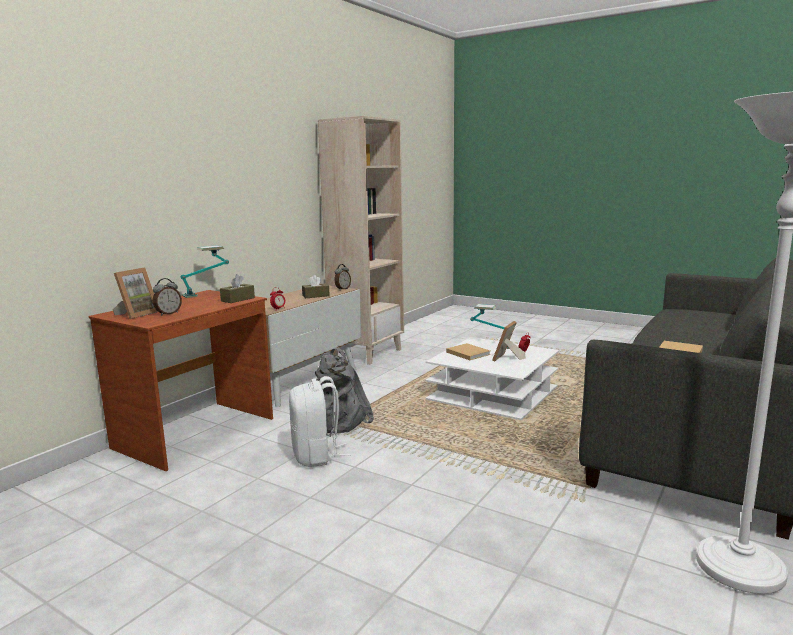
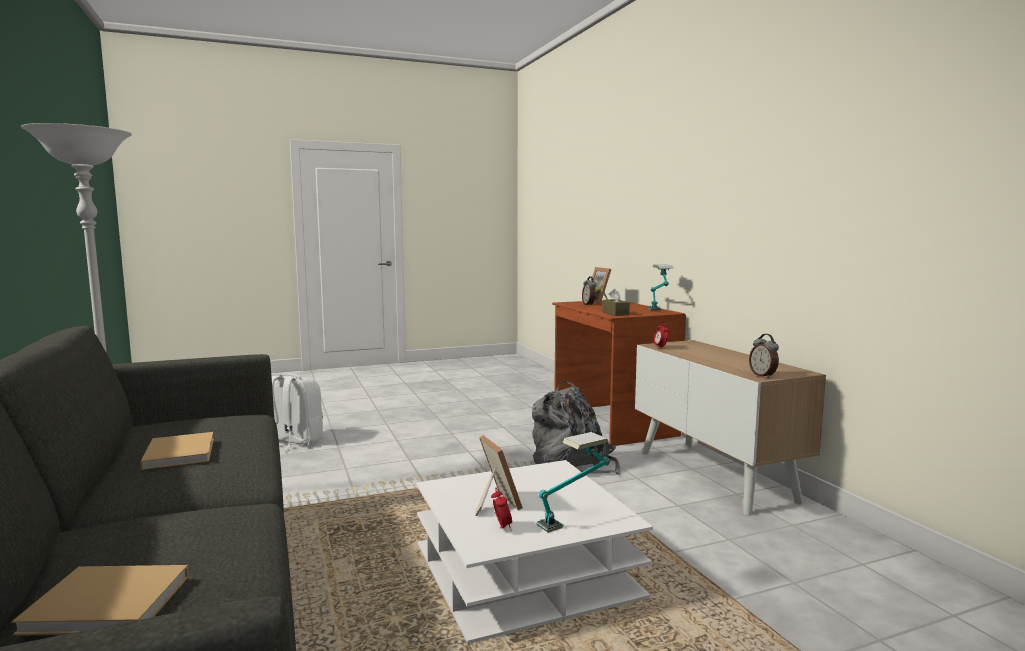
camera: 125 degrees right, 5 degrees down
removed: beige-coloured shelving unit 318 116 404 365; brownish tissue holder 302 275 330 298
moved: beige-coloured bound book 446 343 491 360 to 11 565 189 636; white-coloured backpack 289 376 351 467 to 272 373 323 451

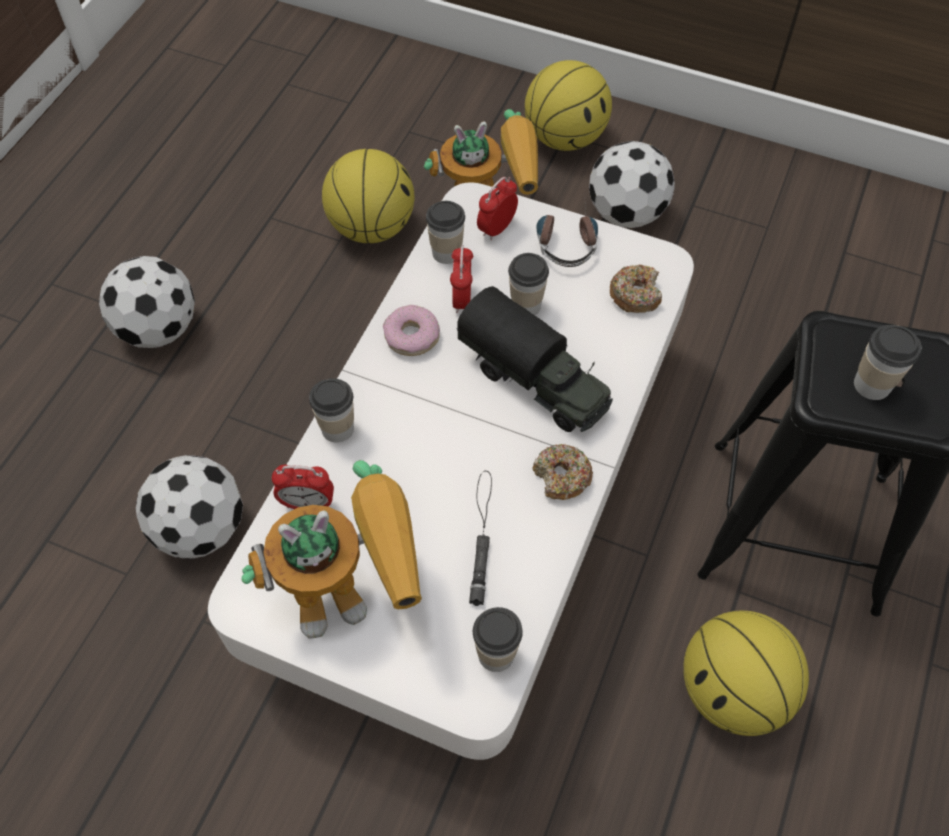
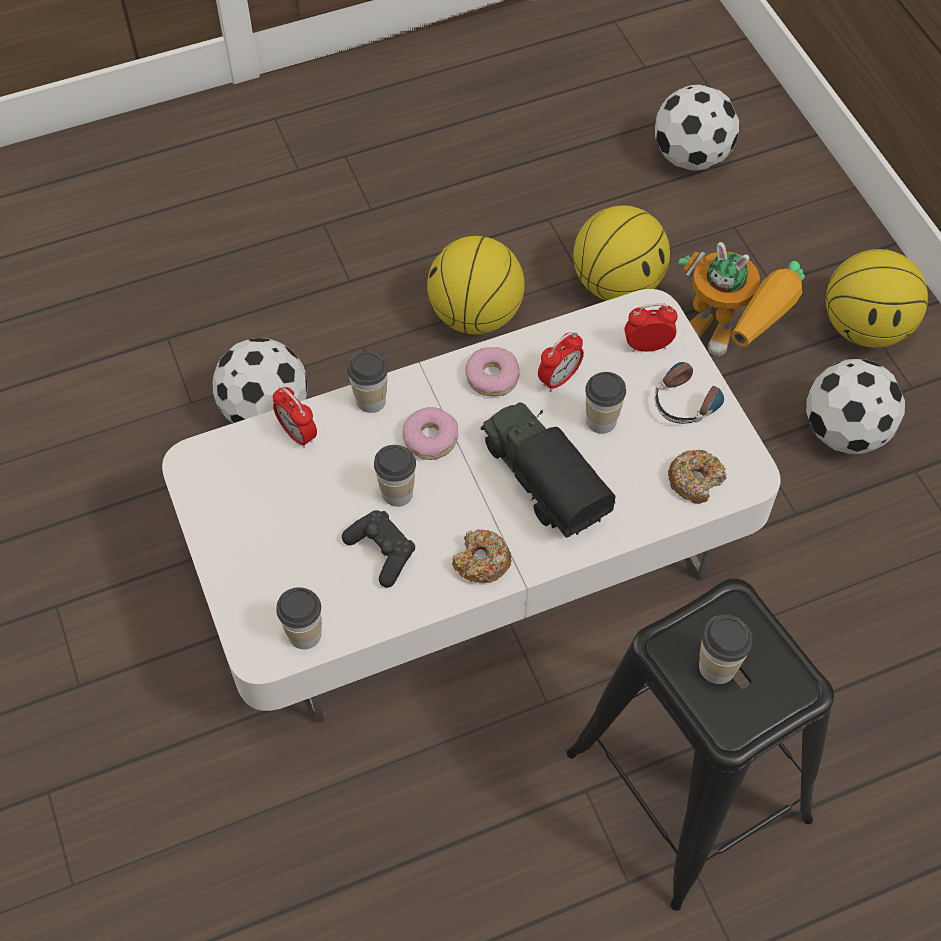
camera: 45 degrees right, 0 degrees up
removed: robot figure 241 460 422 639
added: doughnut 402 407 458 460
moved: small cup 426 201 465 264 to 374 445 416 507; football 99 256 195 348 to 655 85 739 171; ball for basketball 683 611 809 736 to 427 236 525 334
replaced: blackish hand torch 469 471 492 606 to blackish gamepad 342 510 415 588
turned: toy truck 456 286 613 432 = 481 402 616 538 150 degrees clockwise

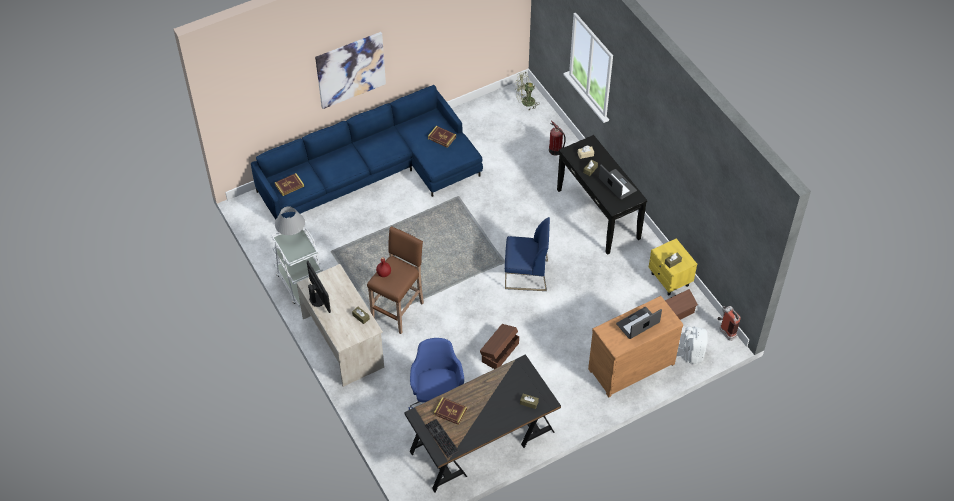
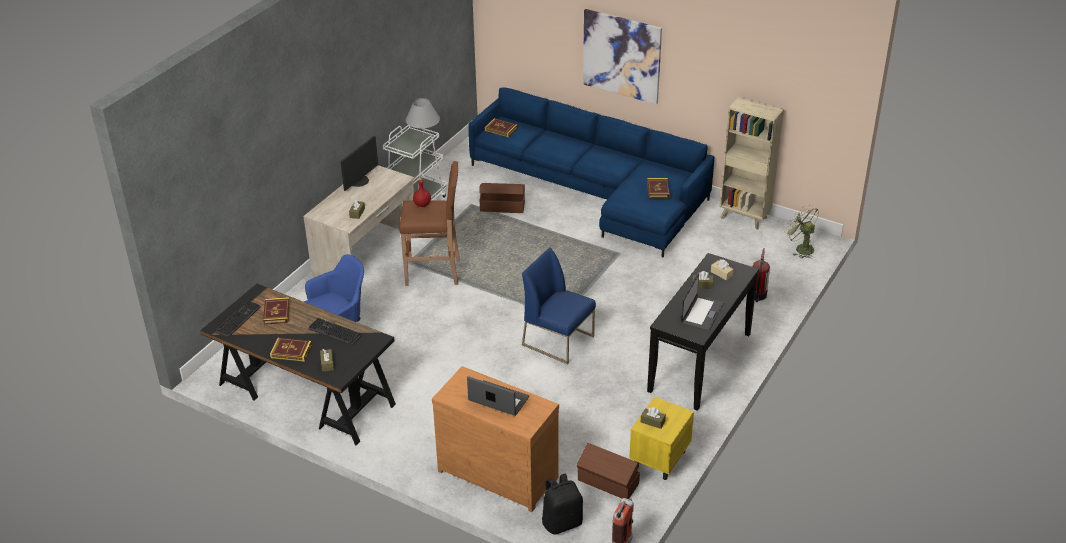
camera: 60 degrees right, 15 degrees down
added: beige-coloured shelving unit 720 97 784 230; PC keyboard 308 318 362 345; bound book 270 338 312 362
moved: brownish storage box 480 324 519 369 to 479 183 525 213
recoloured: white-coloured backpack 677 327 708 364 to blackish backpack 542 474 583 535
turned: bluish plain chair 505 217 550 291 = 522 247 596 364 150 degrees clockwise

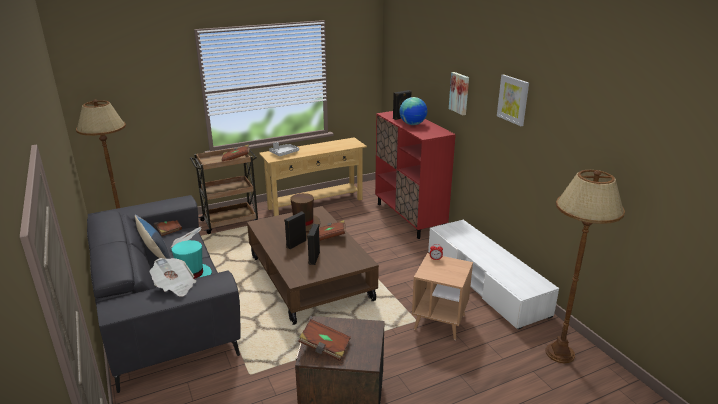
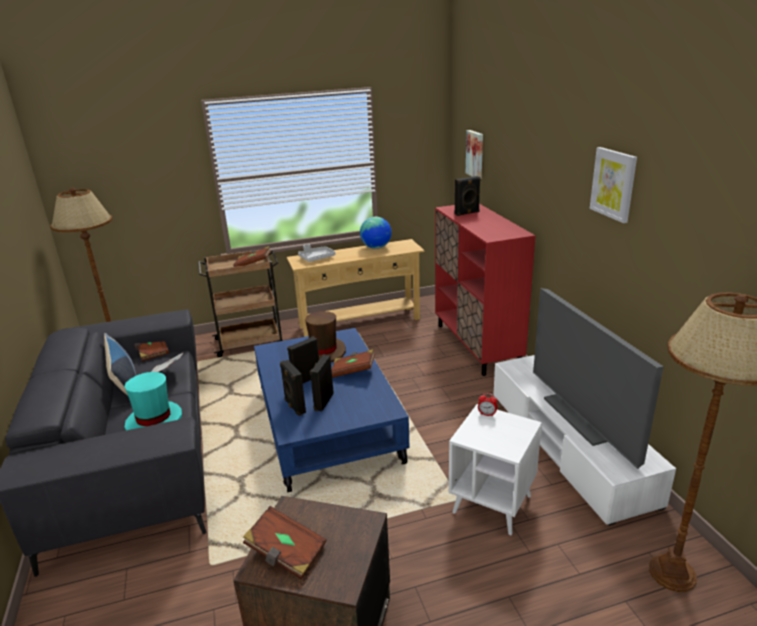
camera: 10 degrees right, 0 degrees up
removed: printed paper 150 258 196 297
added: television 533 288 664 469; blackish loudspeaker 280 360 306 416
moved: wall picture 449 72 469 115 to 466 130 483 179; globe 399 97 427 125 to 360 217 392 249
recoloured: brownish low table 247 206 379 325 to bluish low table 254 328 410 493; brownish accent table 412 253 473 340 to white-coloured accent table 449 404 542 535

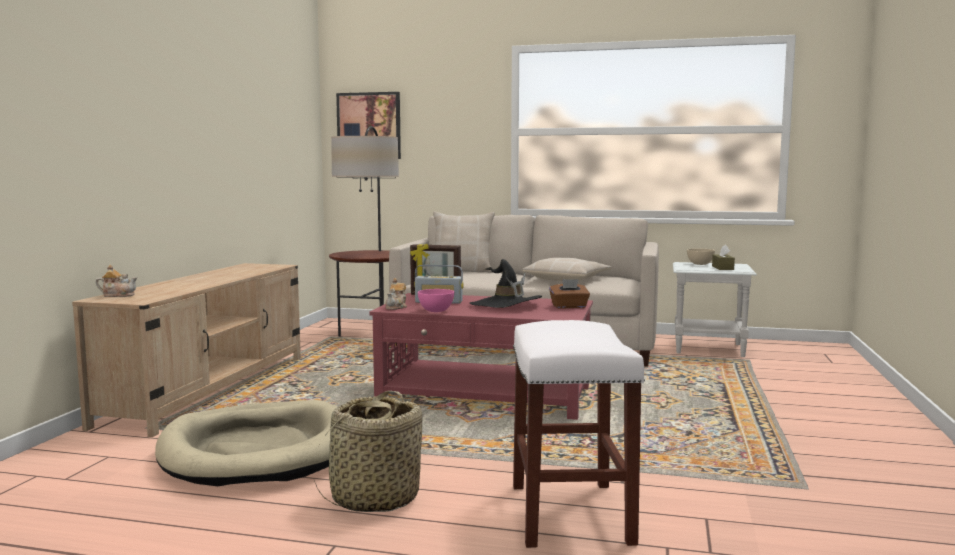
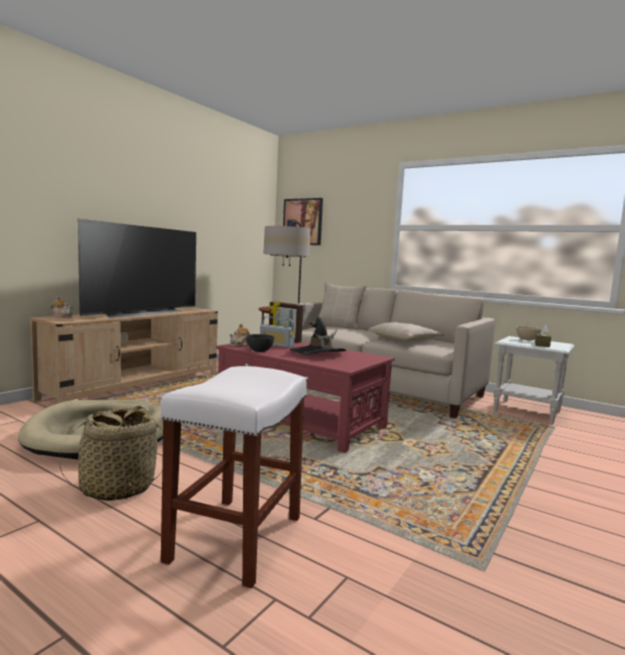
camera: 20 degrees right, 0 degrees up
removed: brownish tissue holder 549 279 590 309
added: television 78 219 196 318
recoloured: pinkish deep dish 418 289 454 312 to greyish deep dish 246 334 274 352

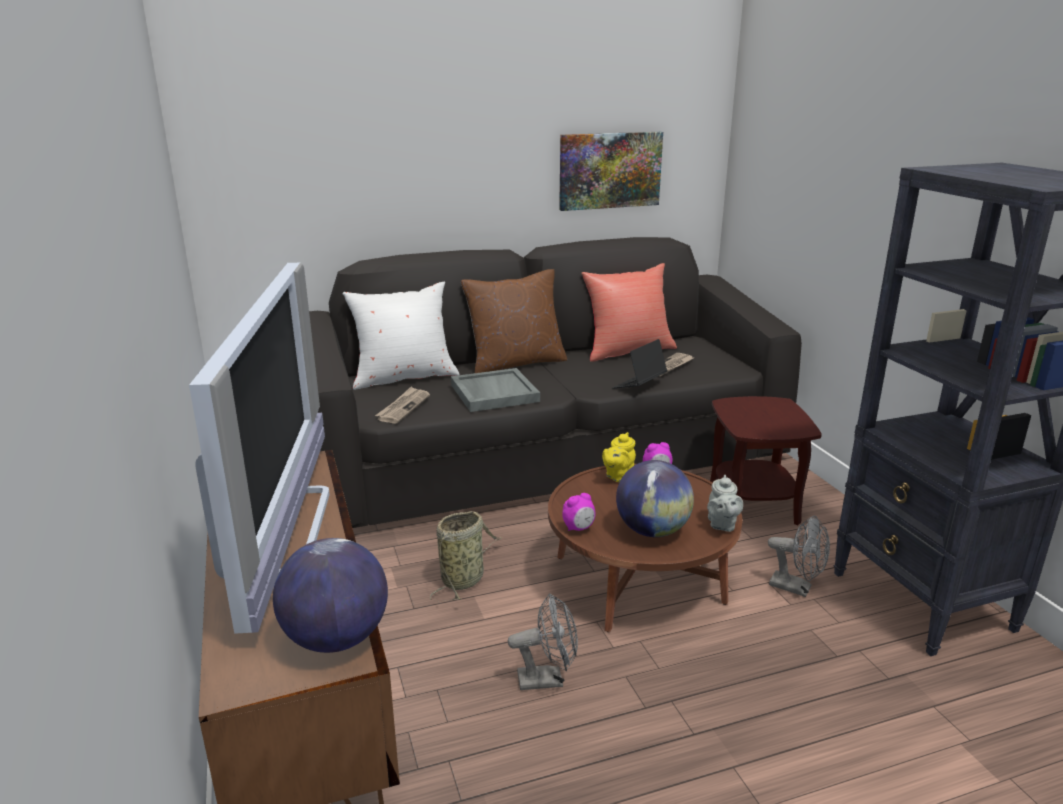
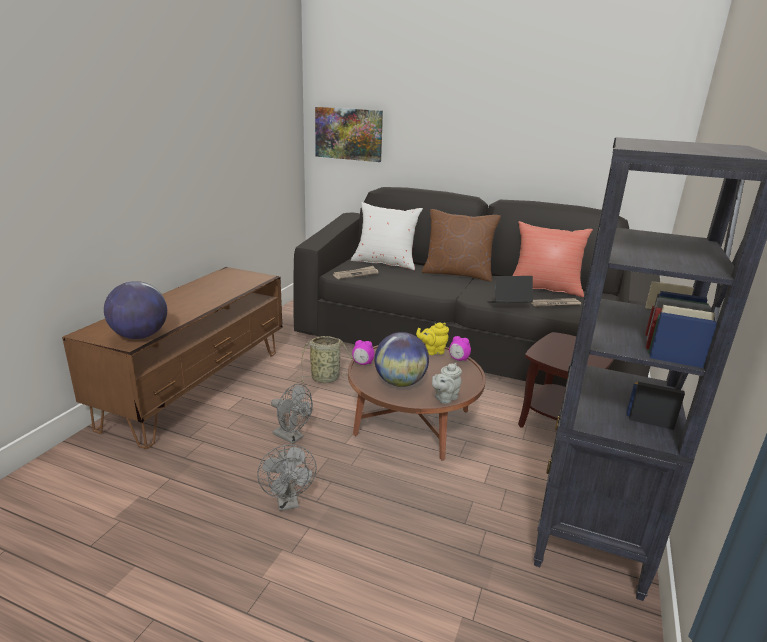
camera: 40 degrees right, 0 degrees up
removed: television 189 263 330 634; greyish serving tray 451 368 540 412
moved: wall picture 559 132 663 211 to 315 107 383 162; greyish cooling fan 768 516 830 597 to 257 445 317 511

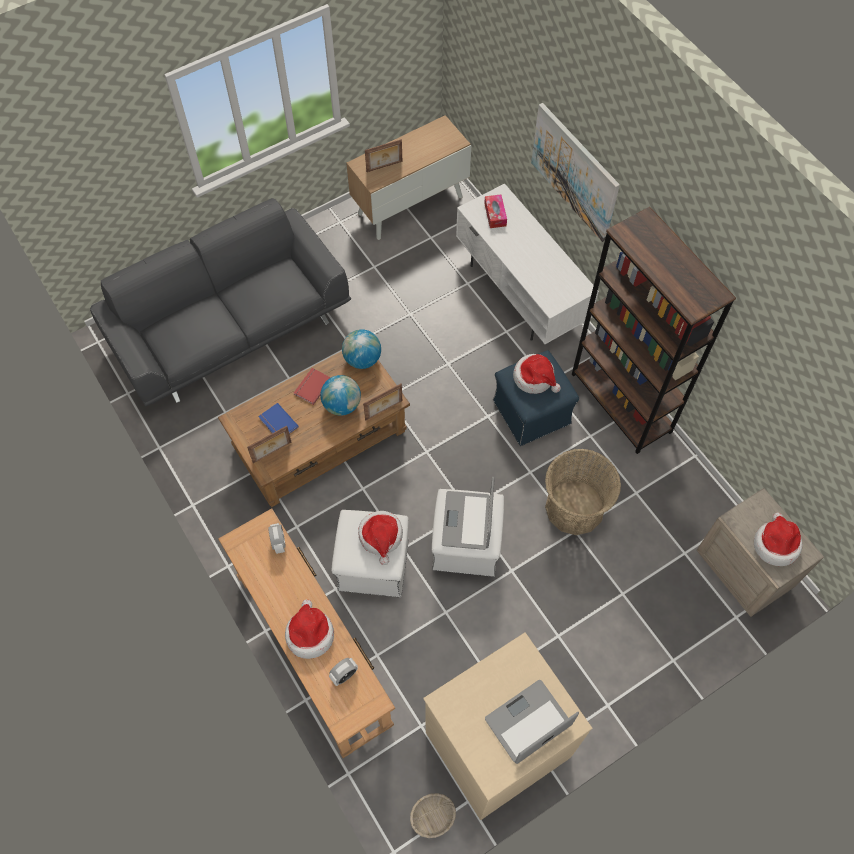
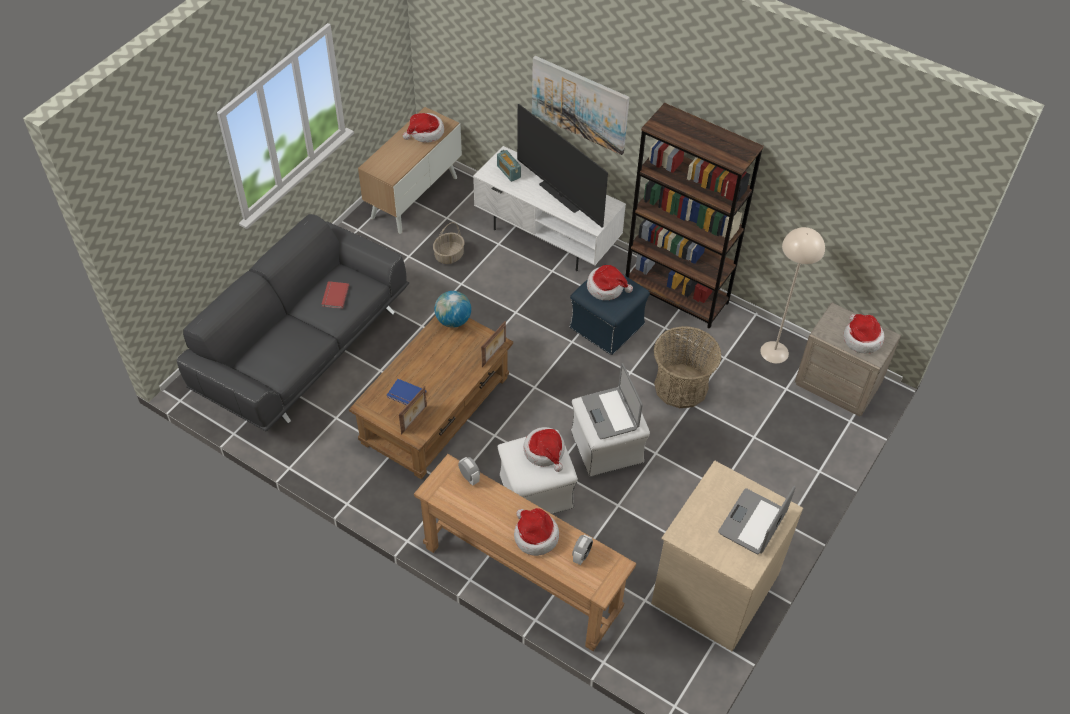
camera: 25 degrees left, 10 degrees down
removed: picture frame 365 139 402 172; globe 320 375 361 416
added: television 517 104 608 228; hat 403 113 444 143; beige-coloured standard lamp 760 227 825 363
moved: red bound book 294 368 331 405 to 321 281 349 309; storage basket 410 793 456 838 to 433 222 464 264
replaced: tissue holder 484 194 507 228 to radio 497 150 521 182

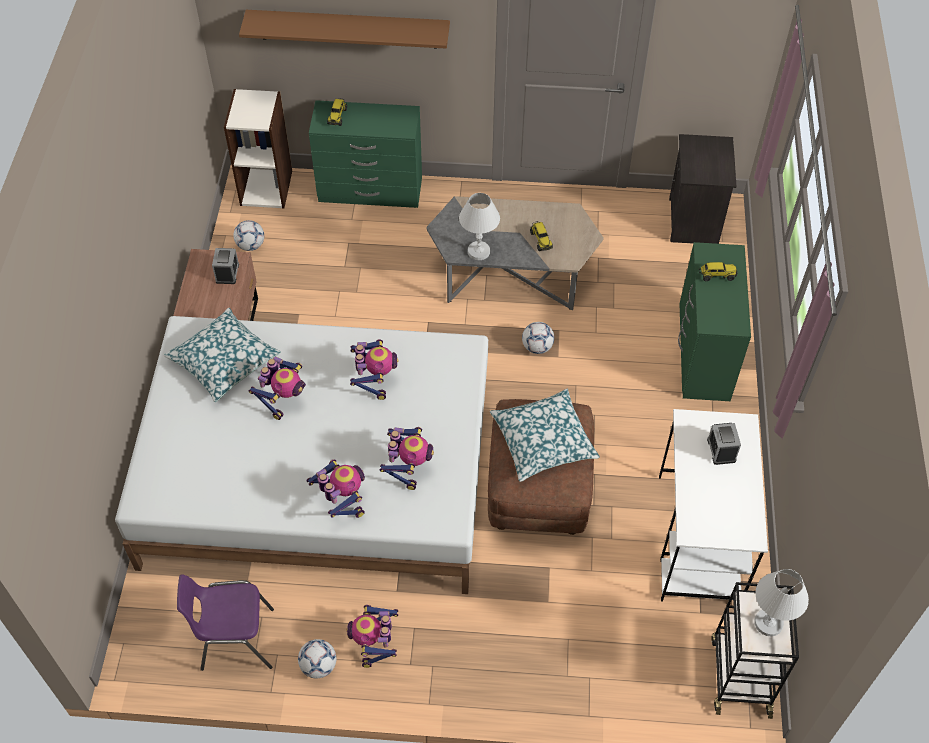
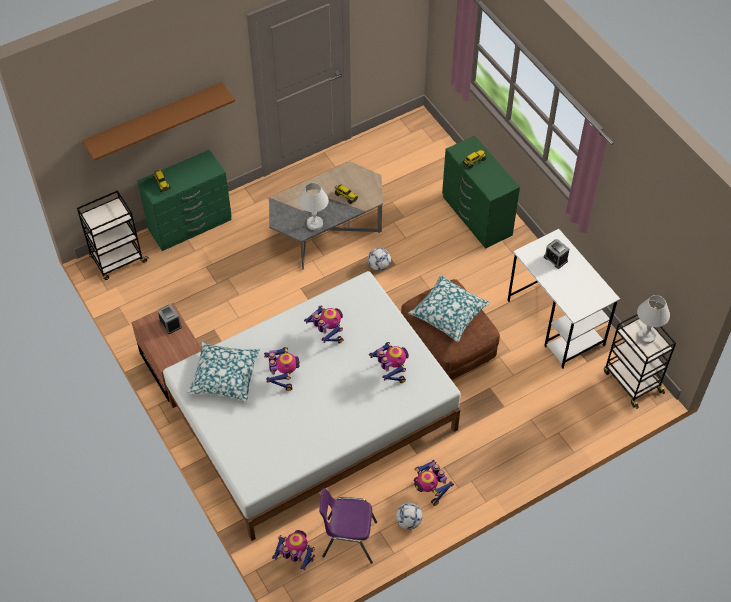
camera: 35 degrees left, 0 degrees up
removed: blackish nightstand 669 134 736 244; football 233 220 264 251
moved: robot figure 306 459 365 518 to 272 530 315 570
replaced: shelving unit 224 89 292 208 to blackish cart 77 190 149 280
turned: purple-coloured plain chair 177 574 274 671 = 319 488 377 564 45 degrees clockwise

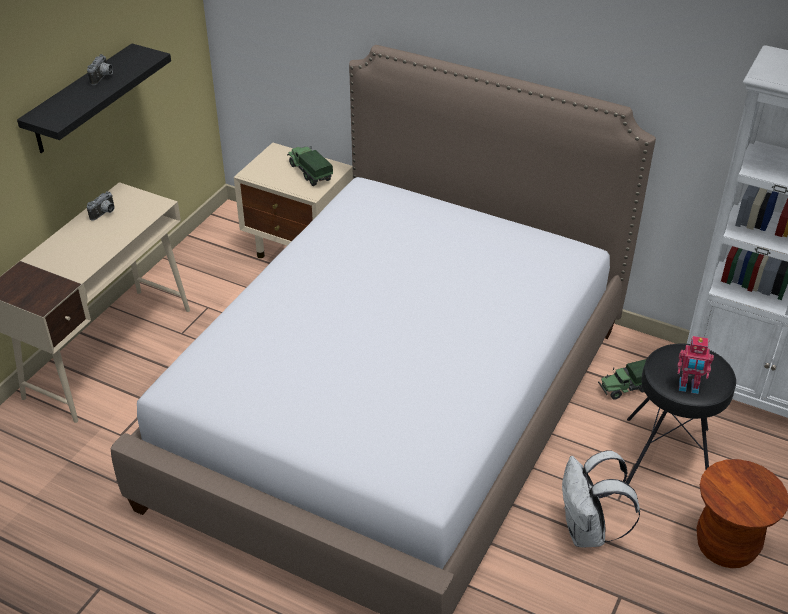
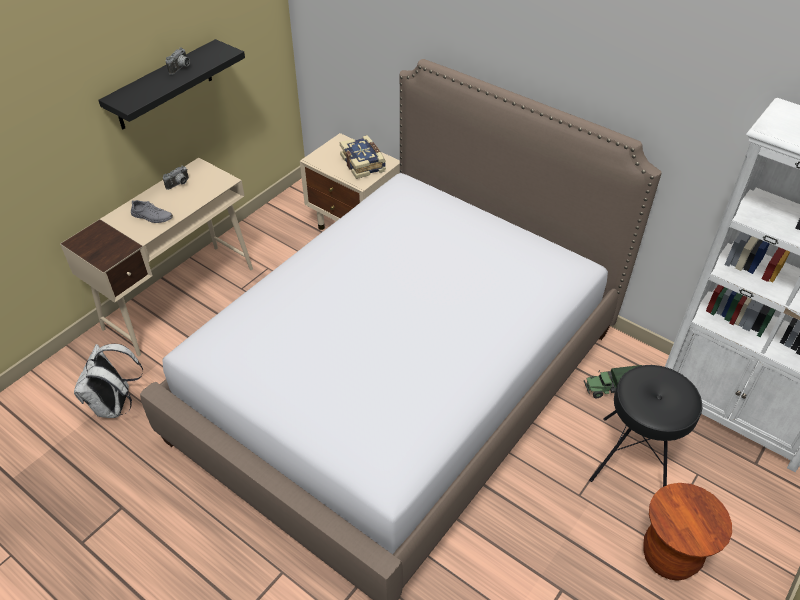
camera: 10 degrees right, 5 degrees up
removed: robot figure 677 336 714 394
added: greyish shoe 131 200 173 223
moved: white-coloured backpack 562 451 640 547 to 74 343 143 418
replaced: toy truck 287 146 333 186 to bound book 340 135 386 179

